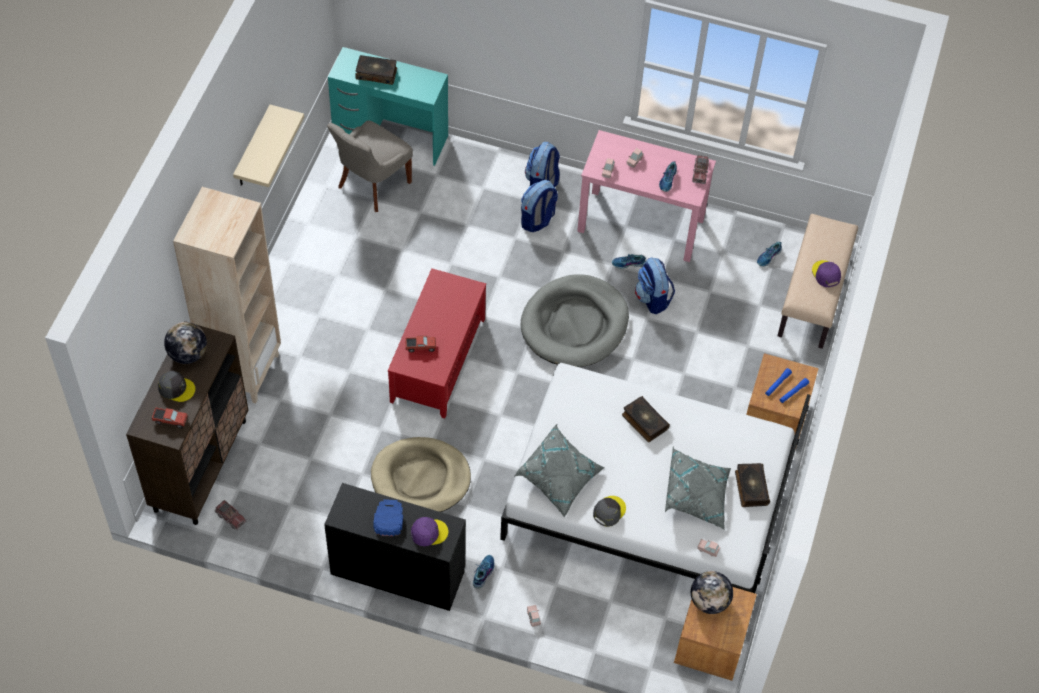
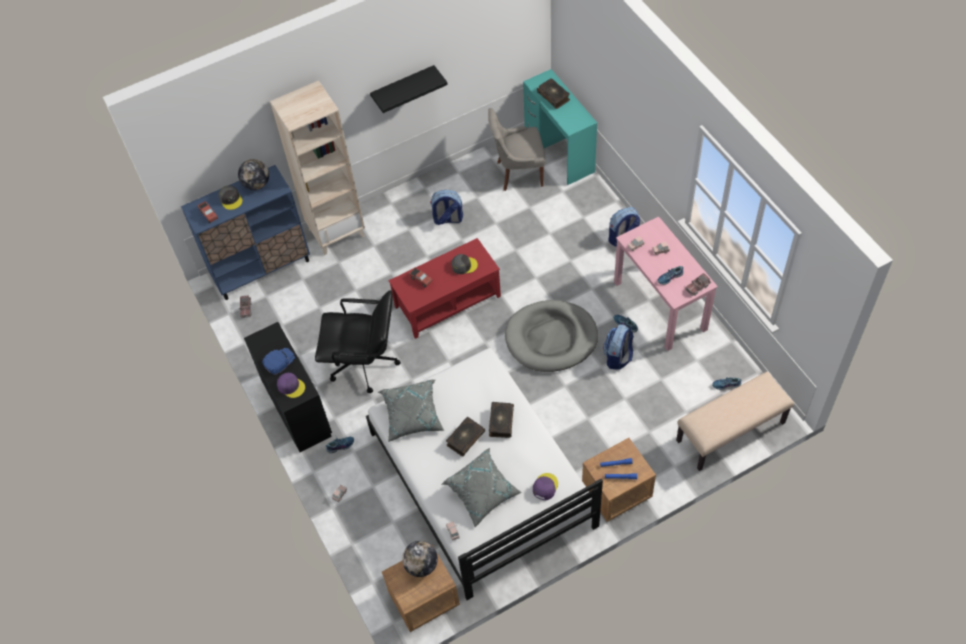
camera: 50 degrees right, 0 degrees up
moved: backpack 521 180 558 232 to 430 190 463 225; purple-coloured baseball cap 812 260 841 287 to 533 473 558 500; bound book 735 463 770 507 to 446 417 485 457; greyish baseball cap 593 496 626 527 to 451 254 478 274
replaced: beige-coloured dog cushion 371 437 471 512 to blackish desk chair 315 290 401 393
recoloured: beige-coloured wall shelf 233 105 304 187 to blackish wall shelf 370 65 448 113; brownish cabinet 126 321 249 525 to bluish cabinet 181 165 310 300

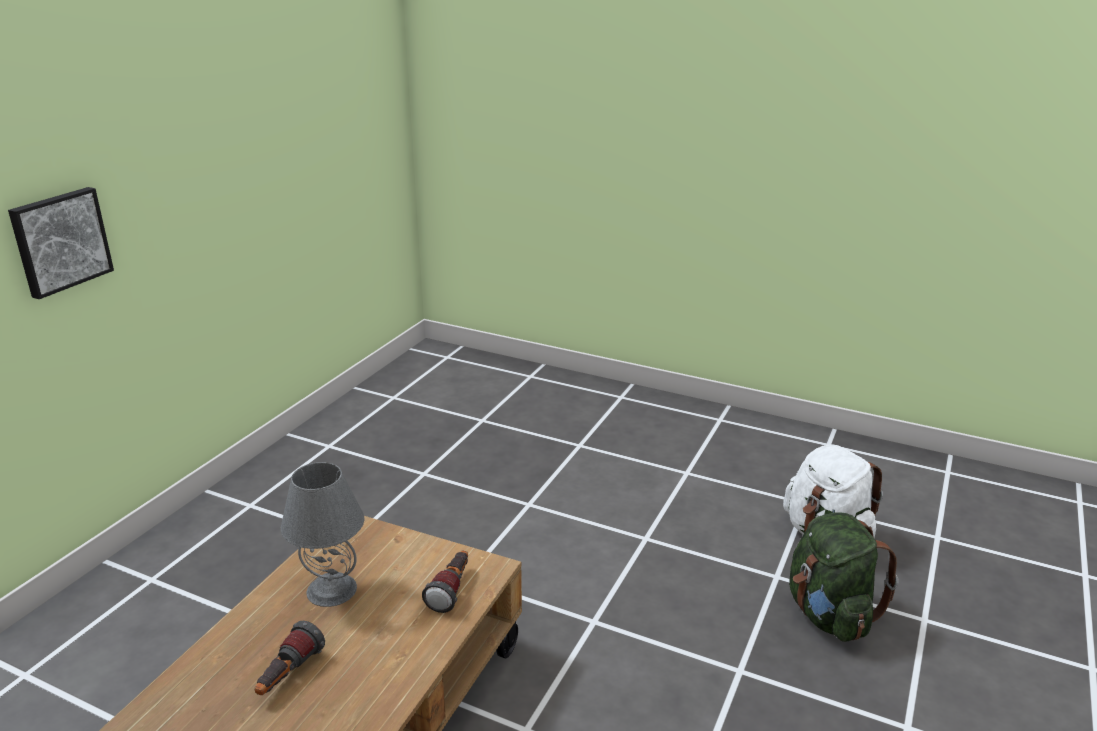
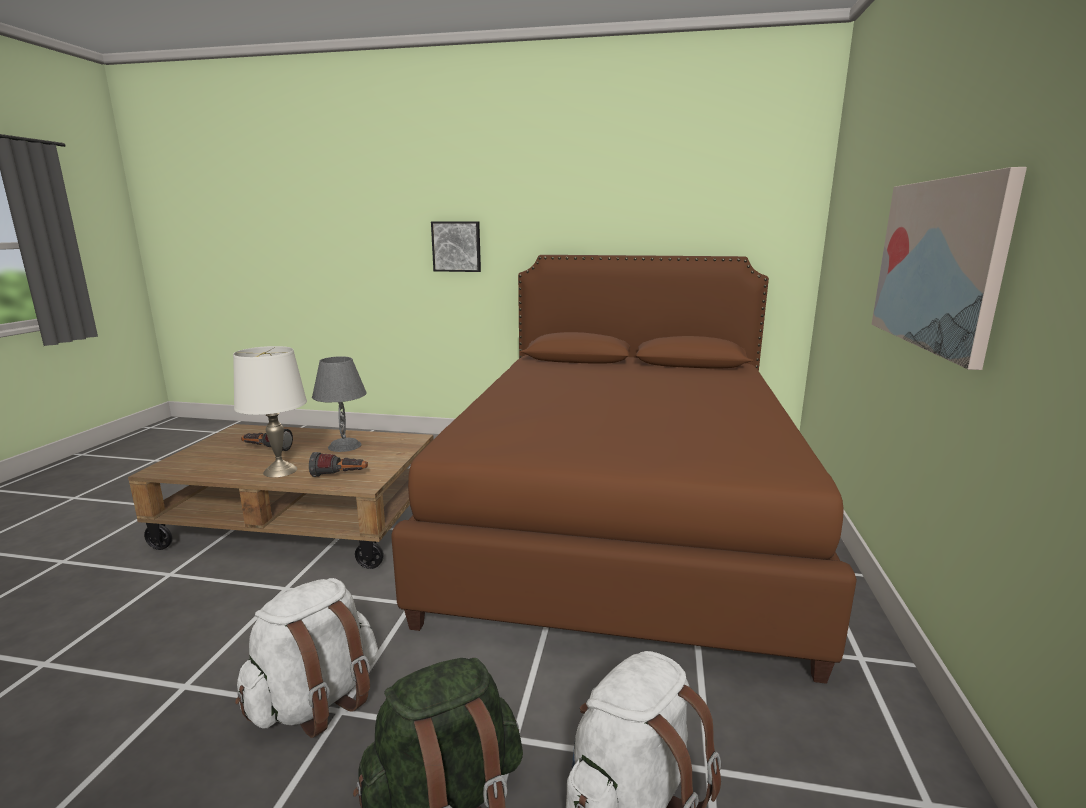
camera: 75 degrees right, 10 degrees down
added: wall picture 871 167 1027 370; brownish bedroom bed 391 255 857 684; white-coloured table lamp 233 346 307 478; white-coloured backpack 235 578 378 738

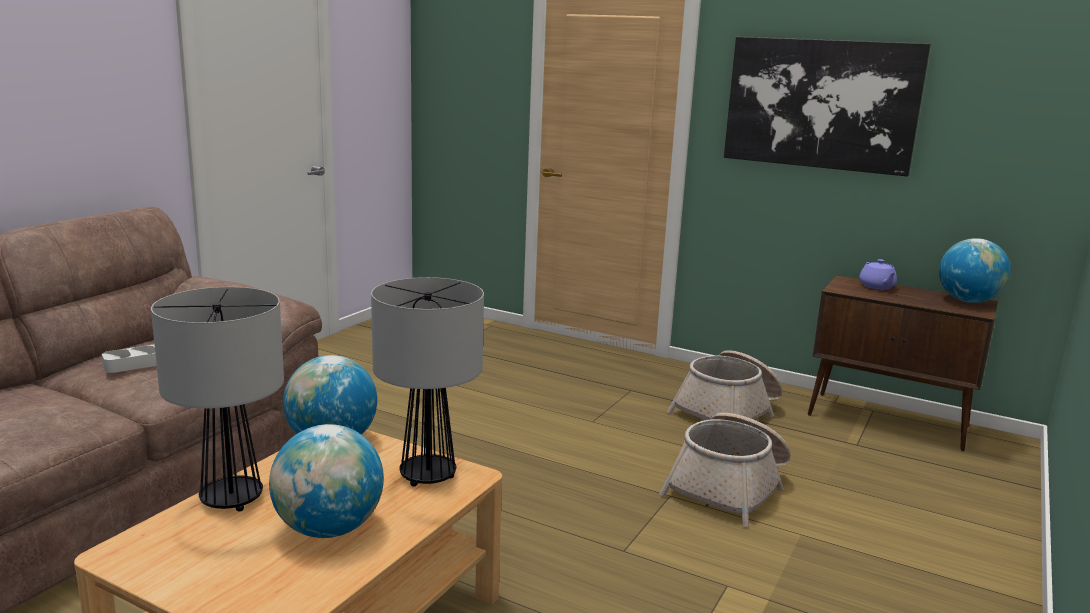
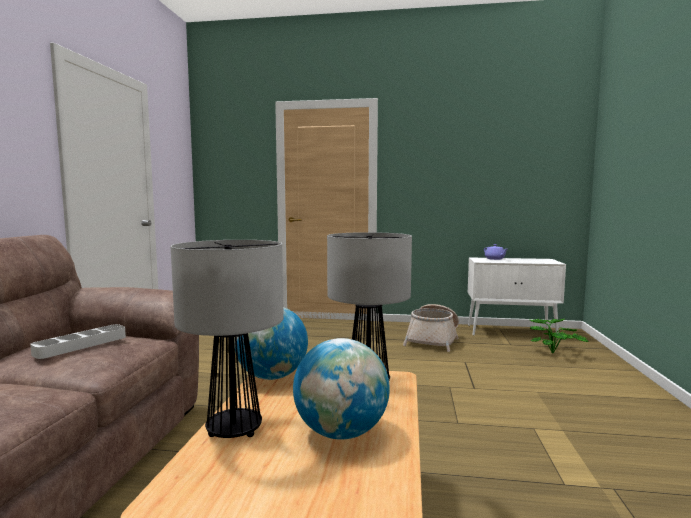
camera: 20 degrees left, 10 degrees down
removed: wall picture 724 37 931 177; globe 939 238 1011 303; storage basket 659 413 791 527
added: potted plant 529 318 589 353
recoloured: brownish cabinet 808 275 998 451 to white-coloured cabinet 468 257 566 339

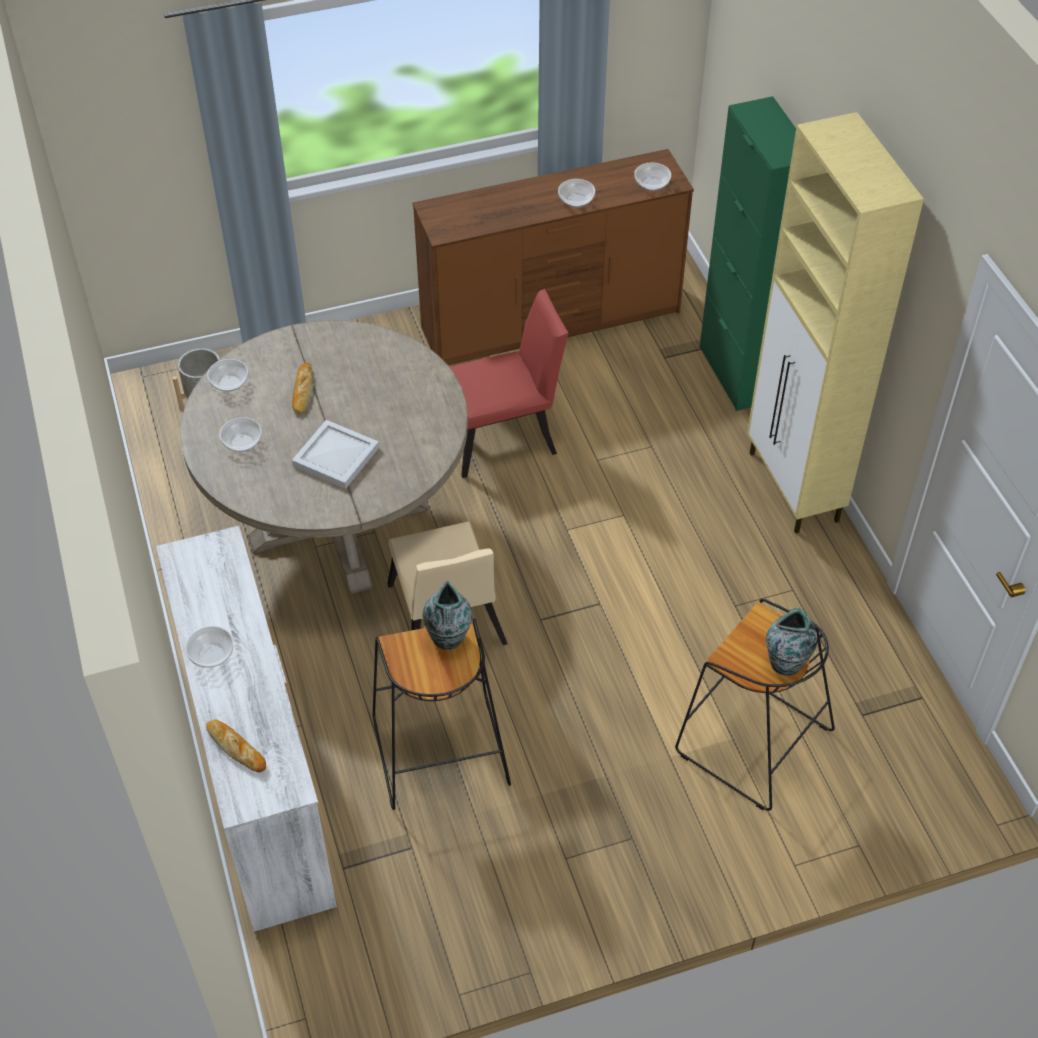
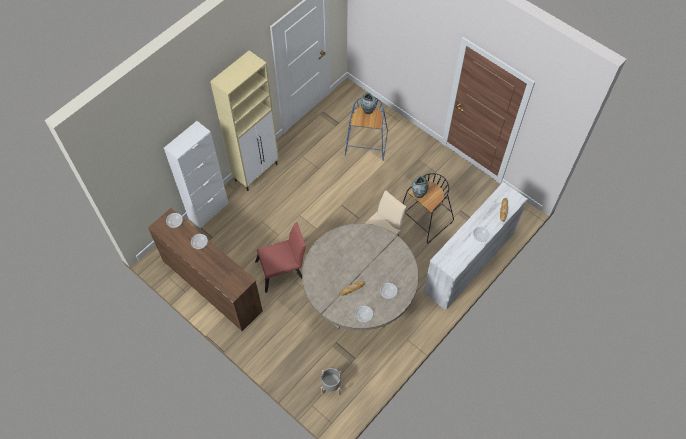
camera: 120 degrees left, 10 degrees up
removed: white-coloured serving tray 292 420 379 489
recoloured: green-coloured cabinet 700 96 796 411 to white-coloured cabinet 164 121 229 229; blackish stool 675 599 835 811 to bluish stool 345 97 388 160
turned: red plain chair 450 289 568 478 = 255 222 306 293 120 degrees clockwise

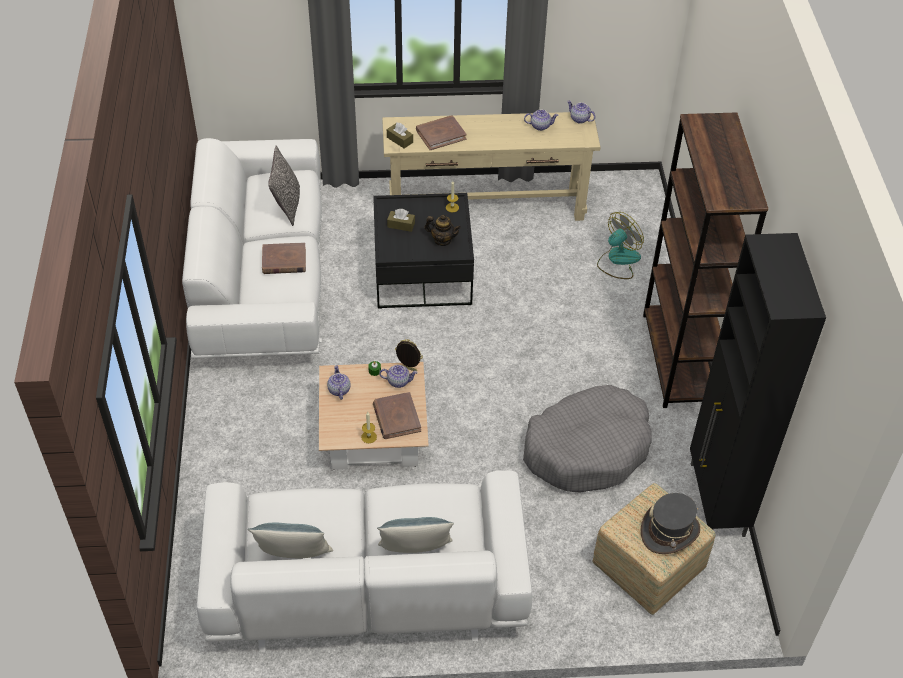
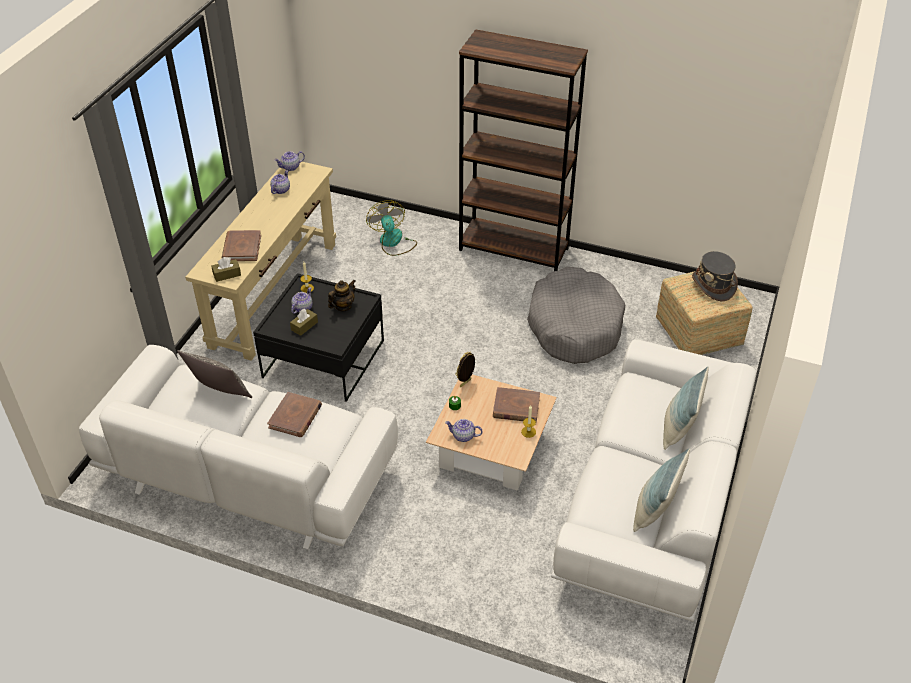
camera: 65 degrees left, 5 degrees down
removed: blackish cabinet 690 233 826 537
moved: tea pot 379 365 418 388 to 291 287 312 314

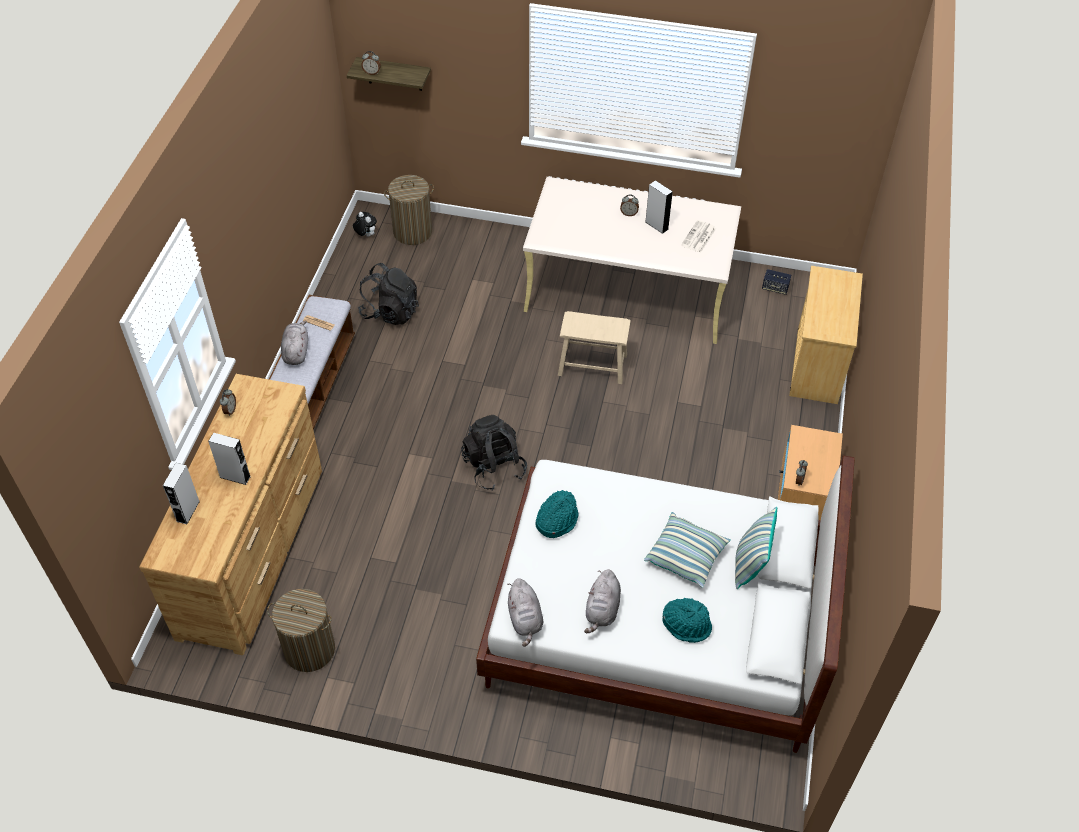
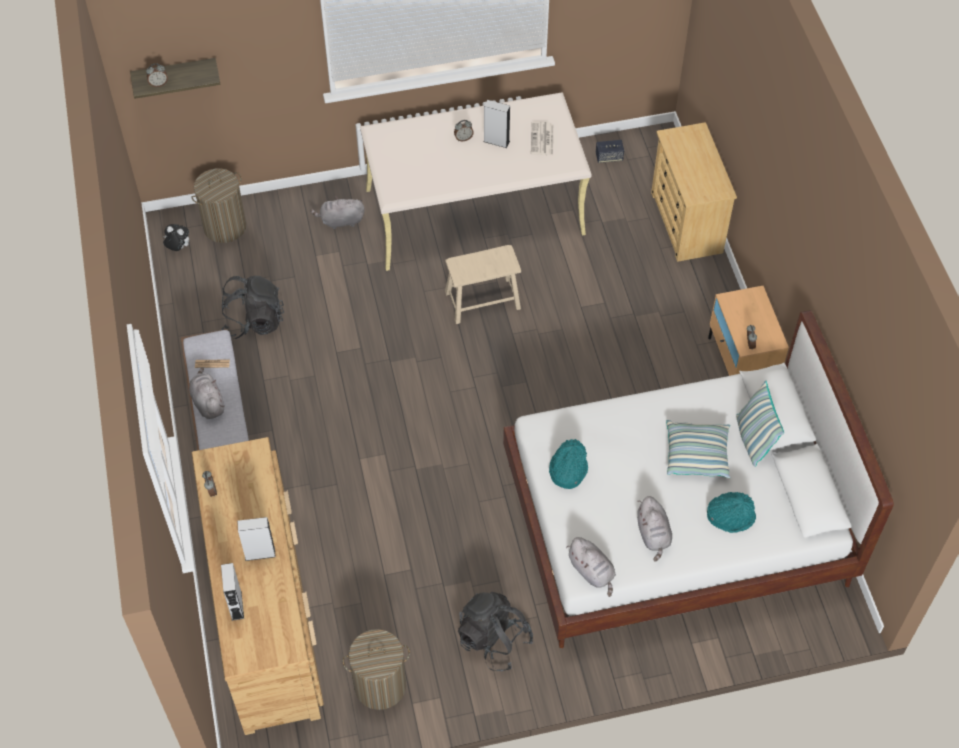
camera: 25 degrees left, 5 degrees up
added: greyish soft toy 310 196 365 229
moved: blackish backpack 461 415 527 491 to 458 592 533 671

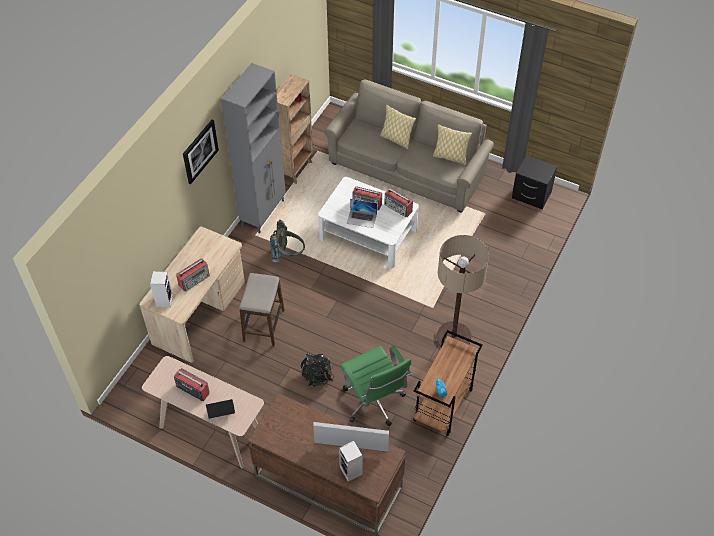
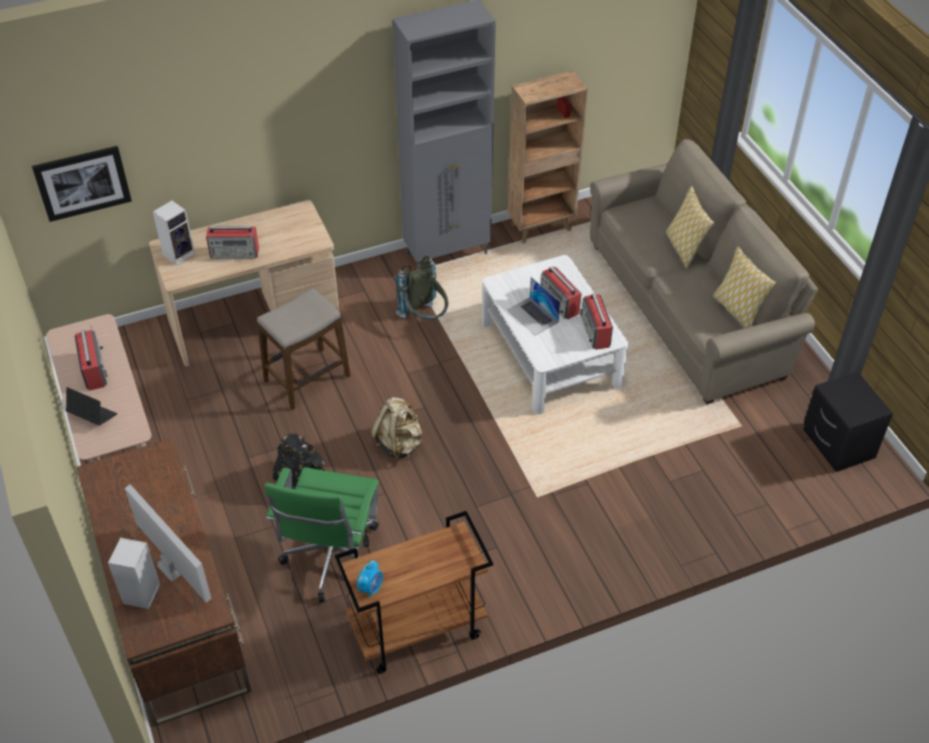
camera: 40 degrees right, 5 degrees down
removed: standard lamp 436 235 489 346
added: beige-coloured backpack 371 397 422 461
moved: wall picture 183 120 219 184 to 32 146 132 222

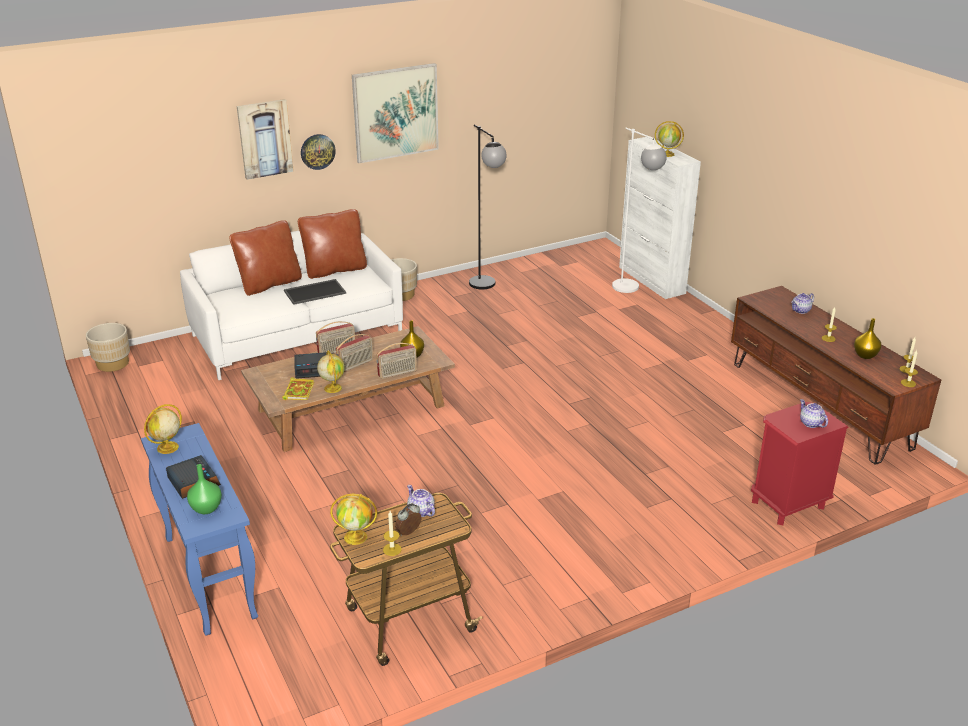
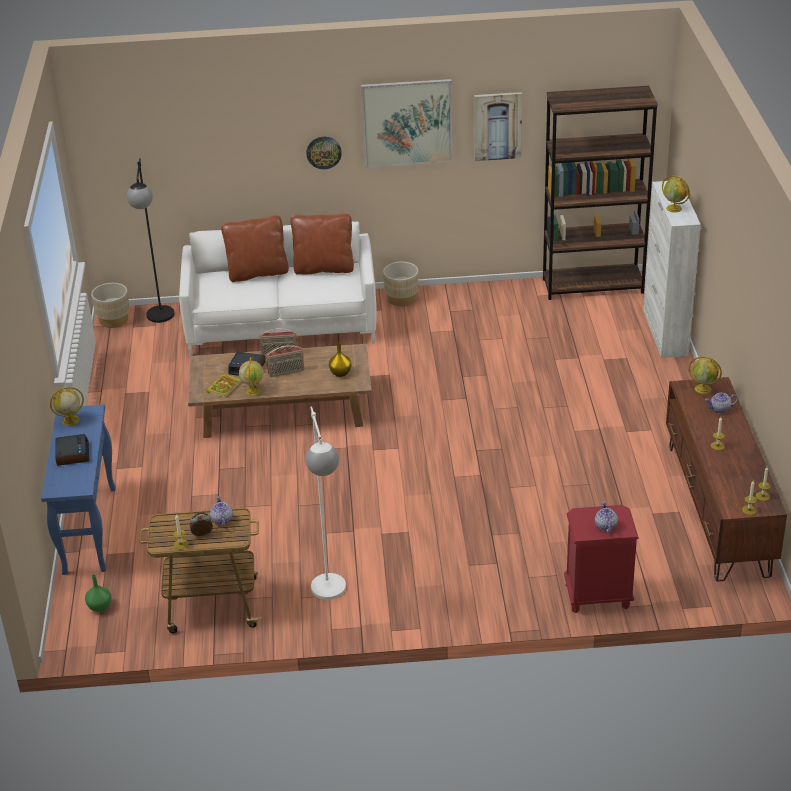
camera: 25 degrees right, 5 degrees up
removed: serving tray 284 279 346 305; yellow decorative vase 854 318 881 359; radio 377 343 417 379
added: brownish shelving unit 543 86 658 300
moved: wall picture 237 99 294 180 to 474 92 522 161; blackish standard lamp 469 124 507 289 to 127 158 174 323; white-coloured standard lamp 612 127 667 293 to 306 406 346 600; green-coloured decorative vase 187 464 222 514 to 85 575 111 612; globe 330 494 377 545 to 688 356 722 394

